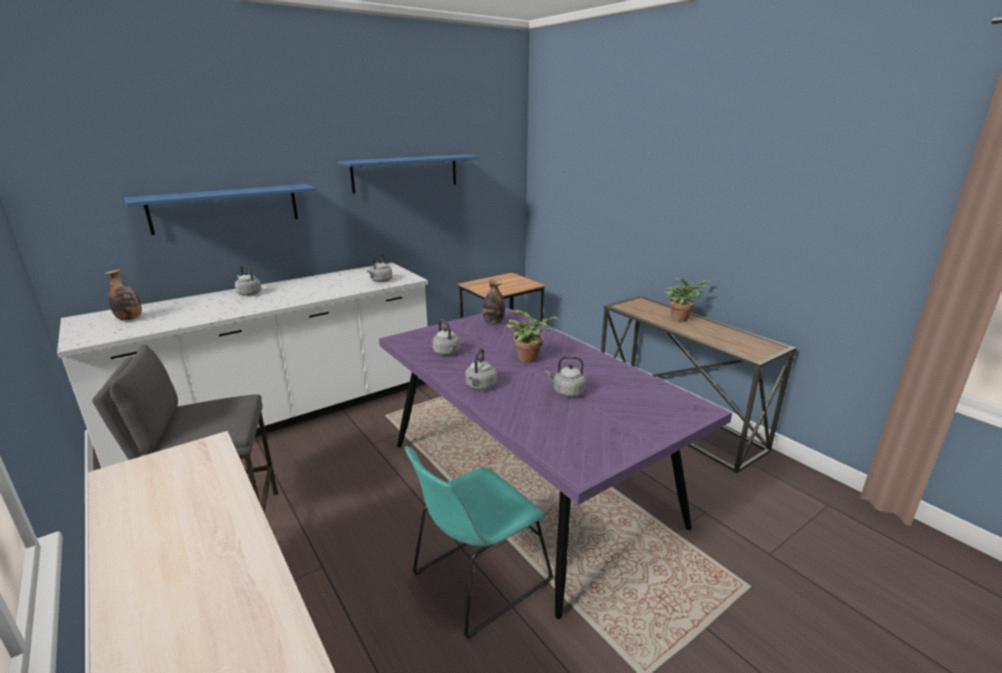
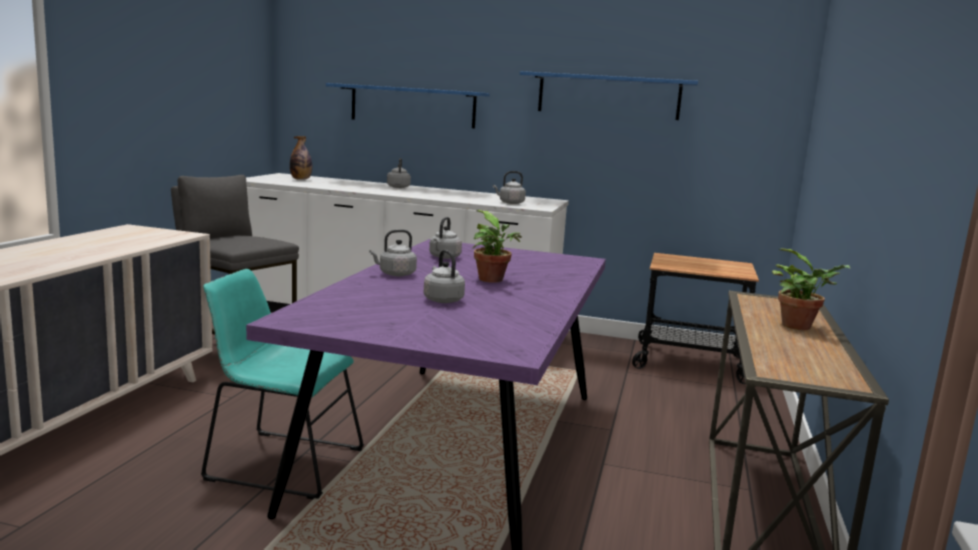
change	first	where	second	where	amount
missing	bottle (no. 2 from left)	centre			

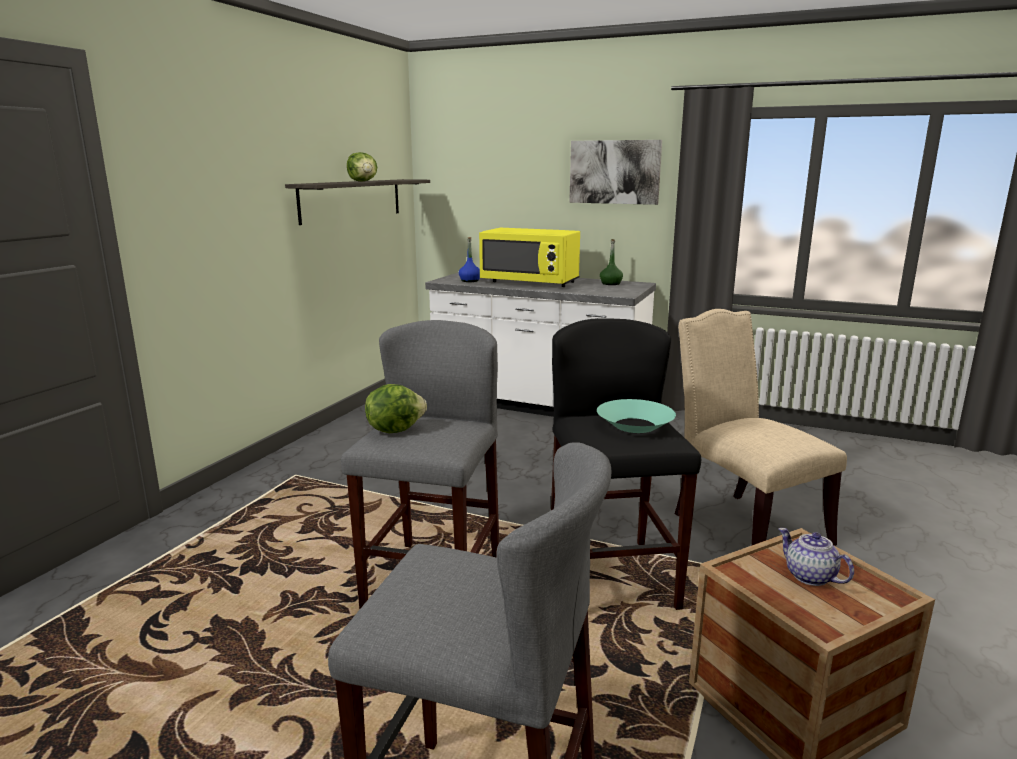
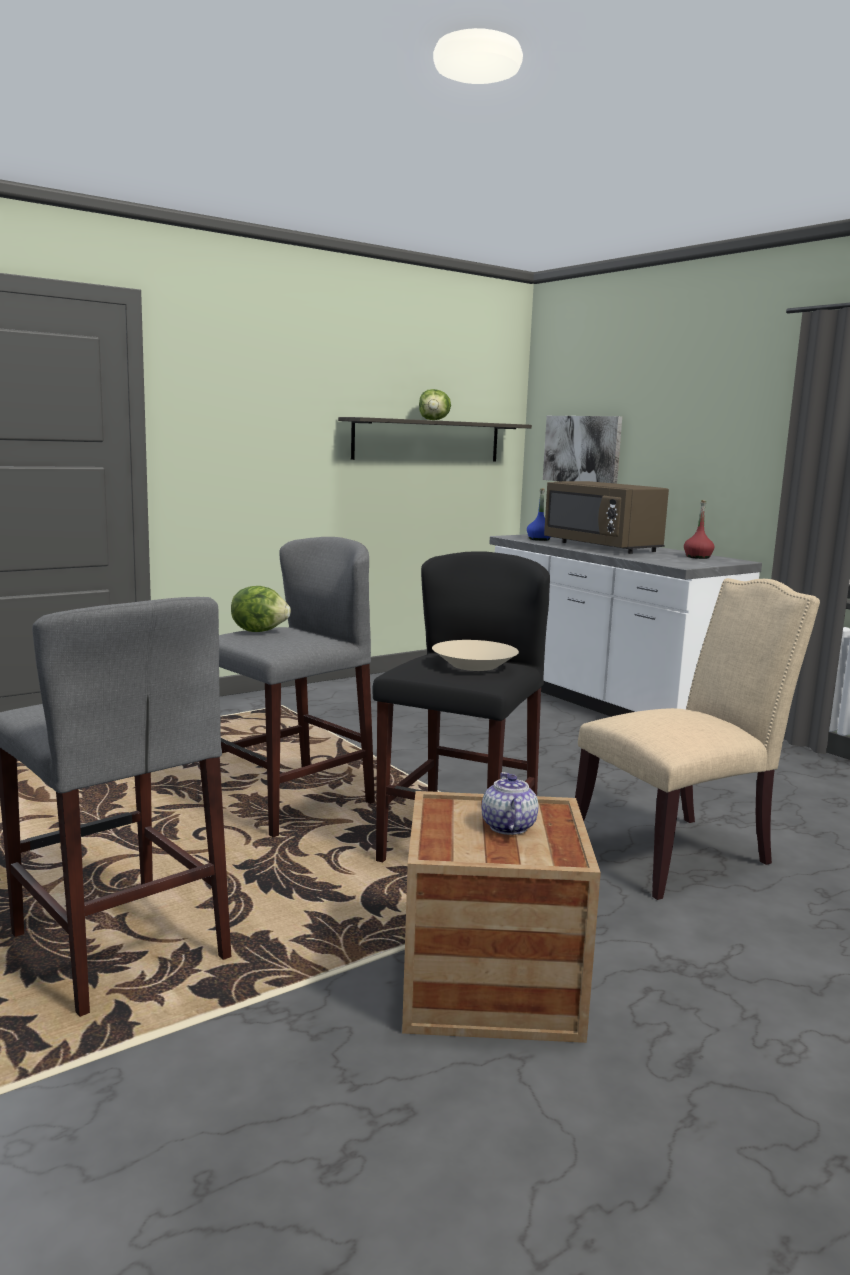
change	first	where	second	where	amount
colour	yellow microwave	centre	brown microwave	middle right	
relocated	picture	top centre		middle right	
colour	turquoise bowl	centre	beige bowl	centre	
colour	green bottle	centre	red bottle	middle right	
spun	beige chair	middle right		middle right	60 degrees clockwise

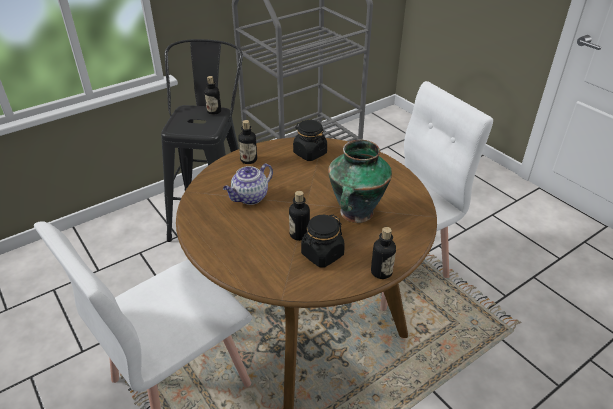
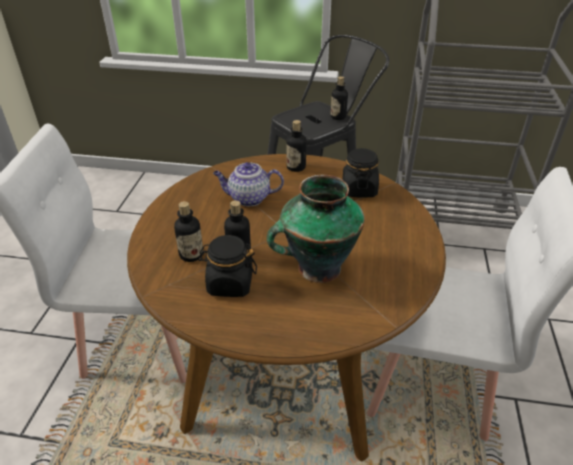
change	first	where	second	where	amount
relocated	bottle (no. 4 from left in the first image)	centre	bottle (no. 1 from left)	middle left	

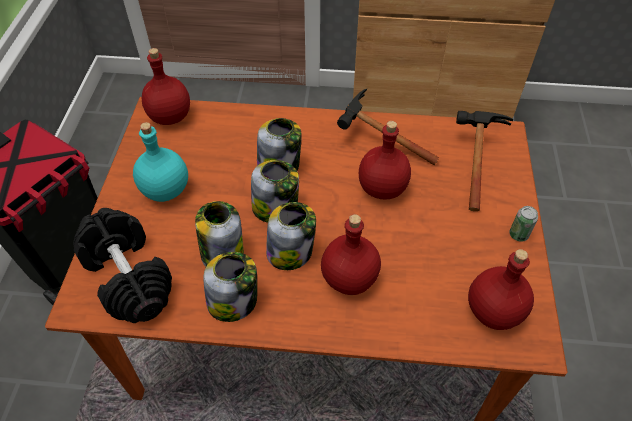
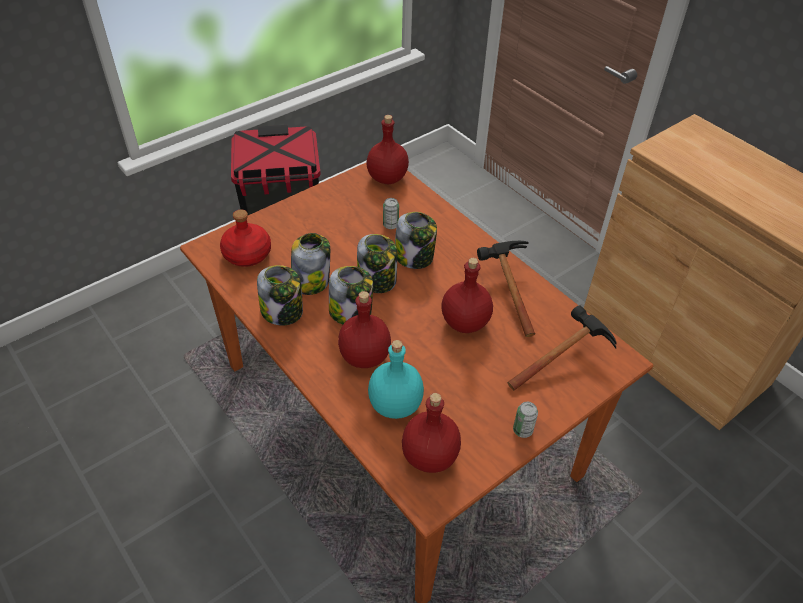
change	first	where	second	where	amount
exchanged	black dumbbell	middle left	red bottle (no. 1 from left)	middle left	
relocated	turquoise bottle	middle left		centre	
appeared			can (no. 1 from left)	centre	

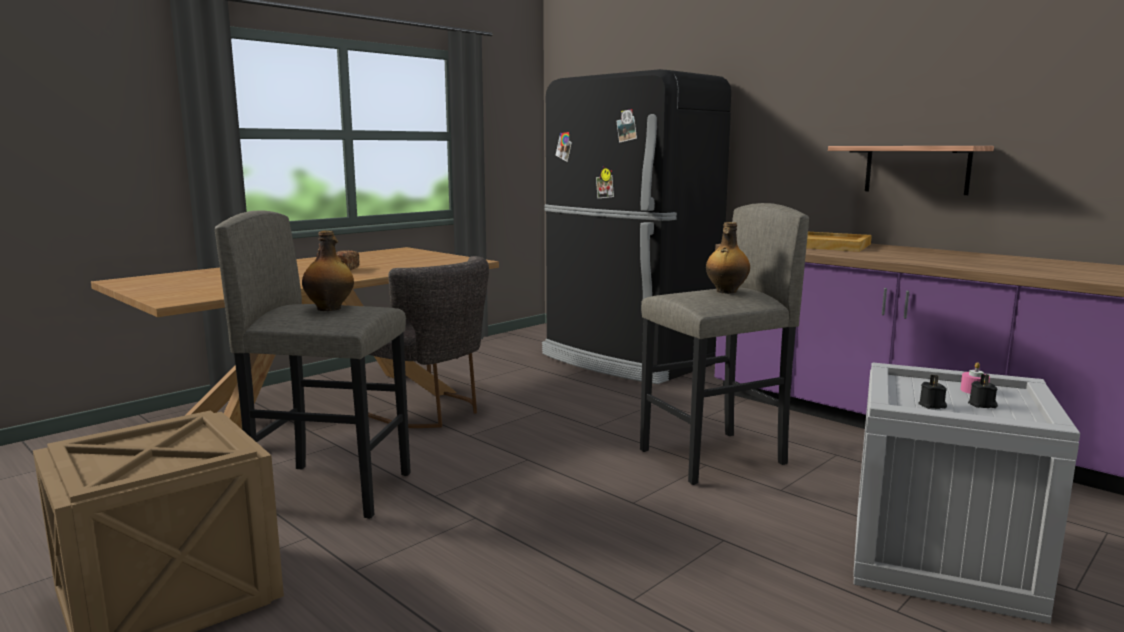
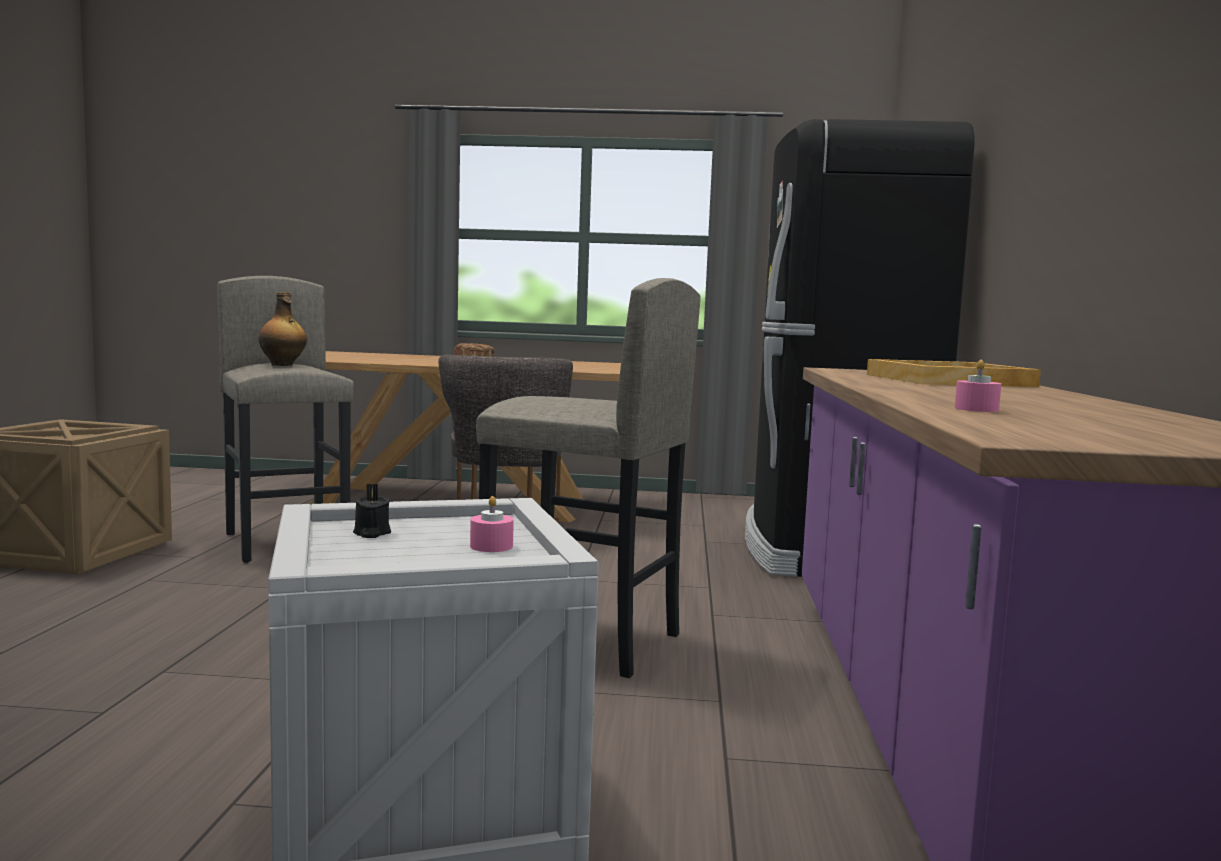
change	first	where	second	where	amount
missing	bottle (no. 2 from left)	centre			
missing	shelf	top right			
missing	black candle (no. 2 from left)	middle right			
appeared			pink candle (no. 2 from left)	middle right	

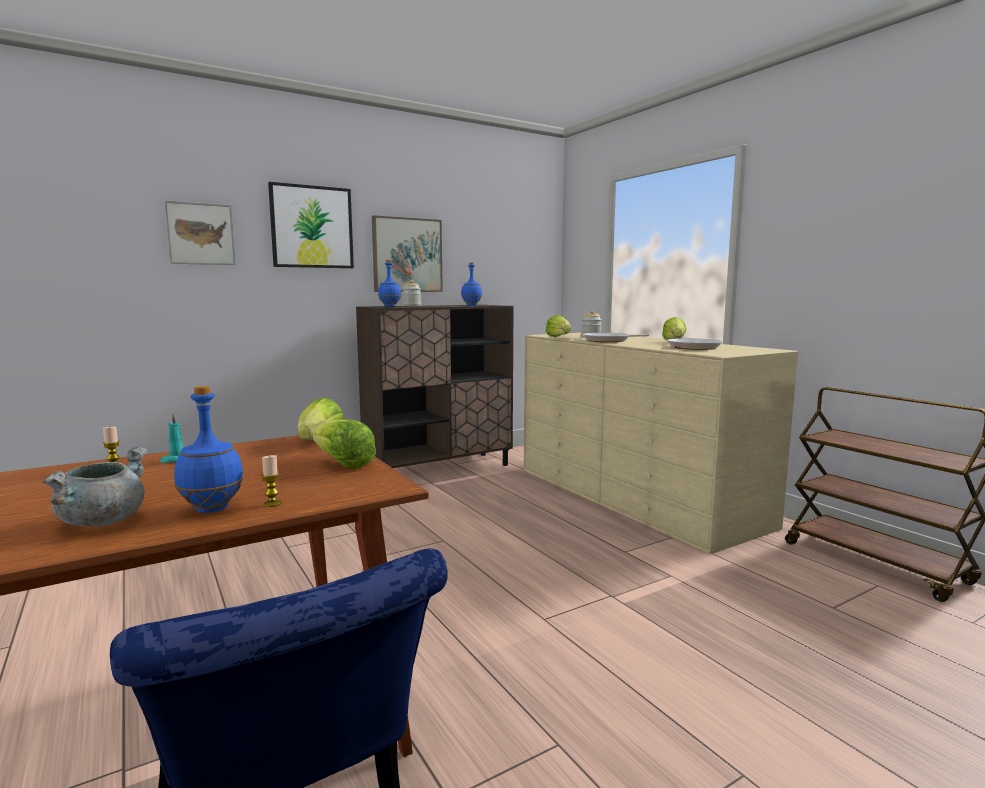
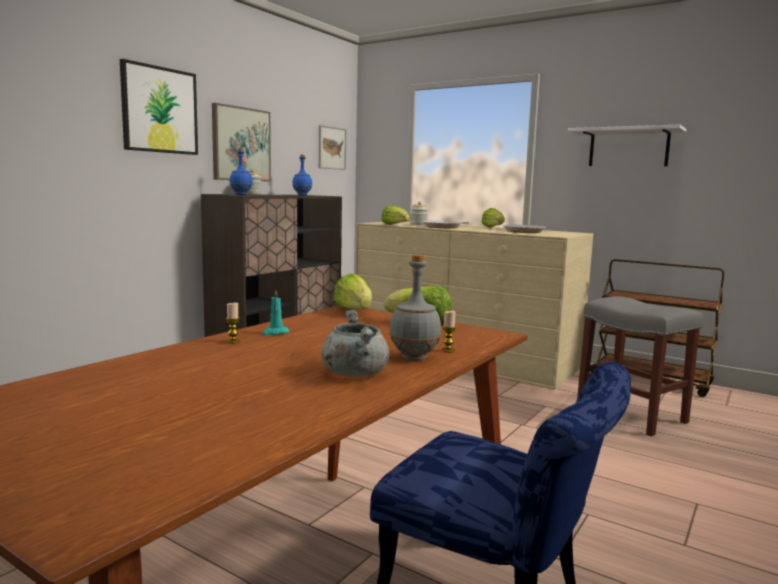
change	first	where	second	where	amount
relocated	picture (no. 1 from left in the first image)	top left	picture (no. 3 from left)	top centre	
colour	blue bottle (no. 1 from left)	middle left	grey bottle	centre	
appeared			white shelf	top right	
appeared			grey stool	middle right	

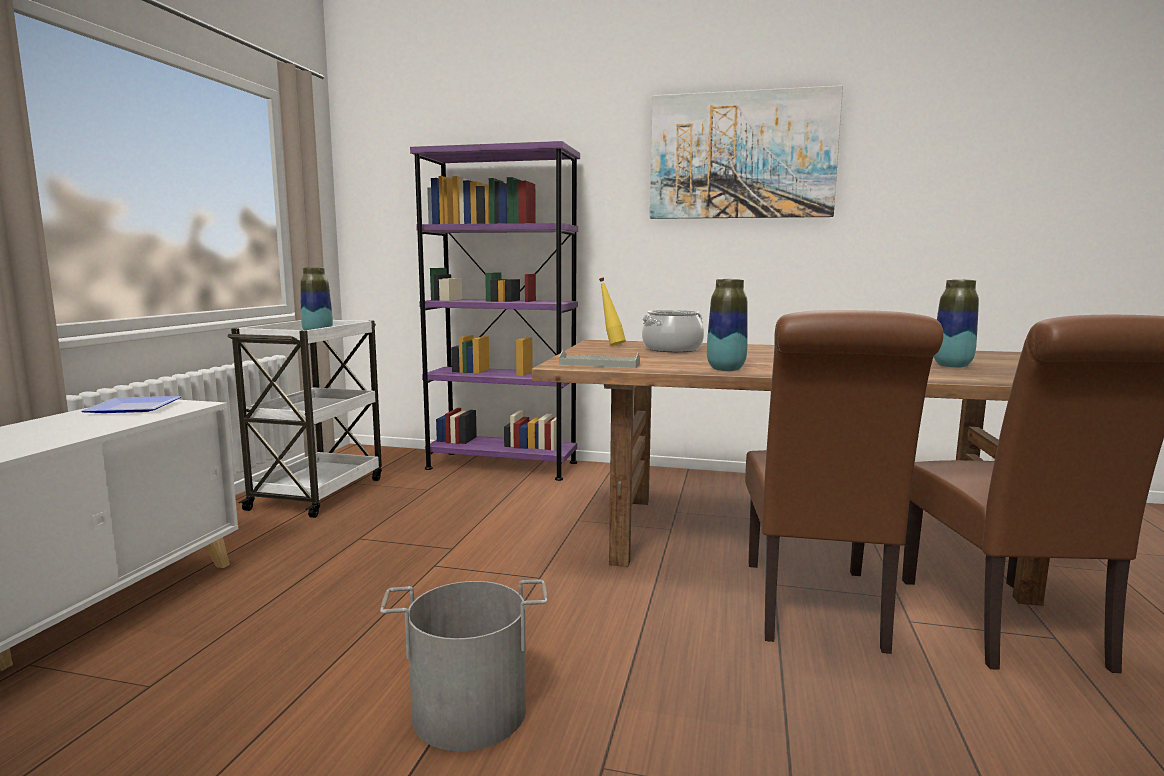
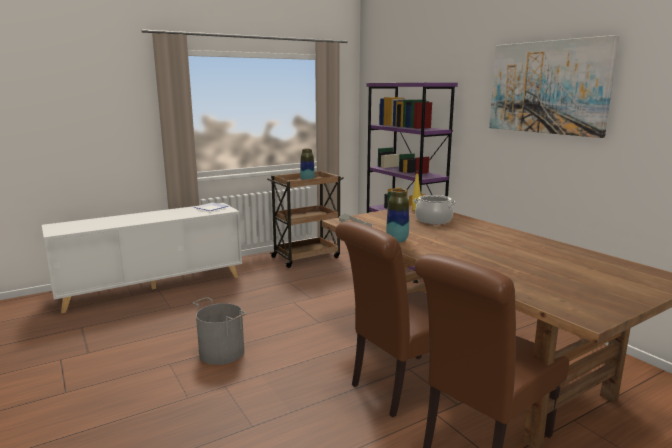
change	first	where	second	where	amount
colour	white cart	middle left	brown cart	centre	
missing	vase (no. 3 from left)	middle right			

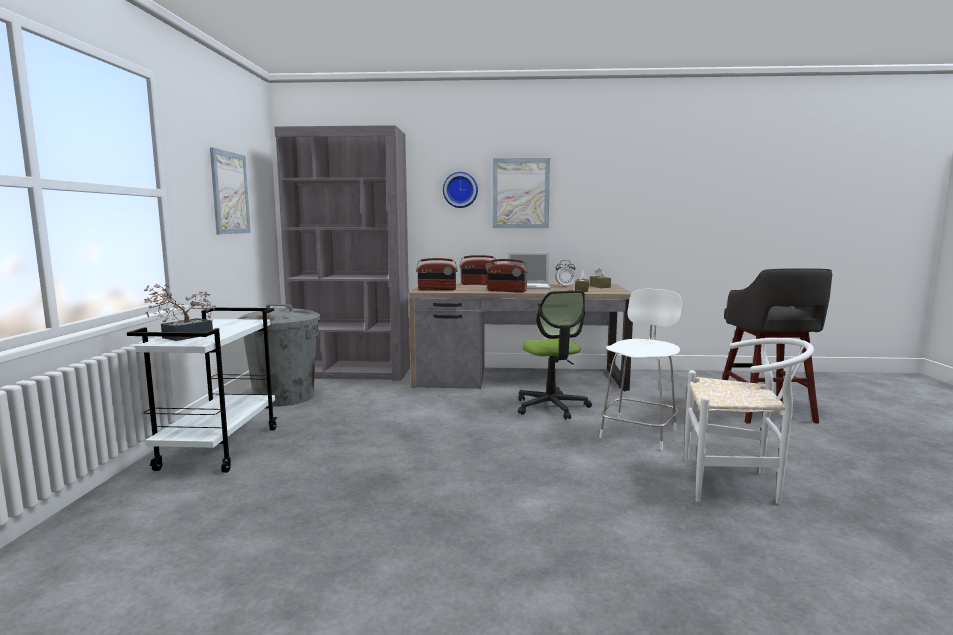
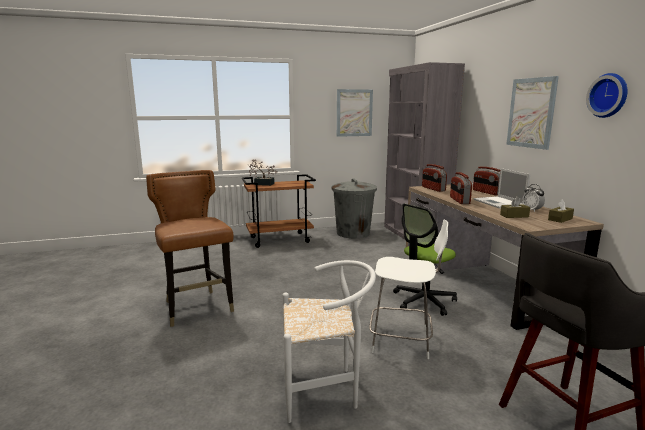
change	first	where	second	where	amount
colour	white cart	middle left	brown cart	centre	
relocated	wall clock	top centre		top right	
spun	white chair (no. 2 from left in the first image)	middle right	white chair (no. 1 from left)	bottom centre	90 degrees counterclockwise
appeared			brown chair	middle left	

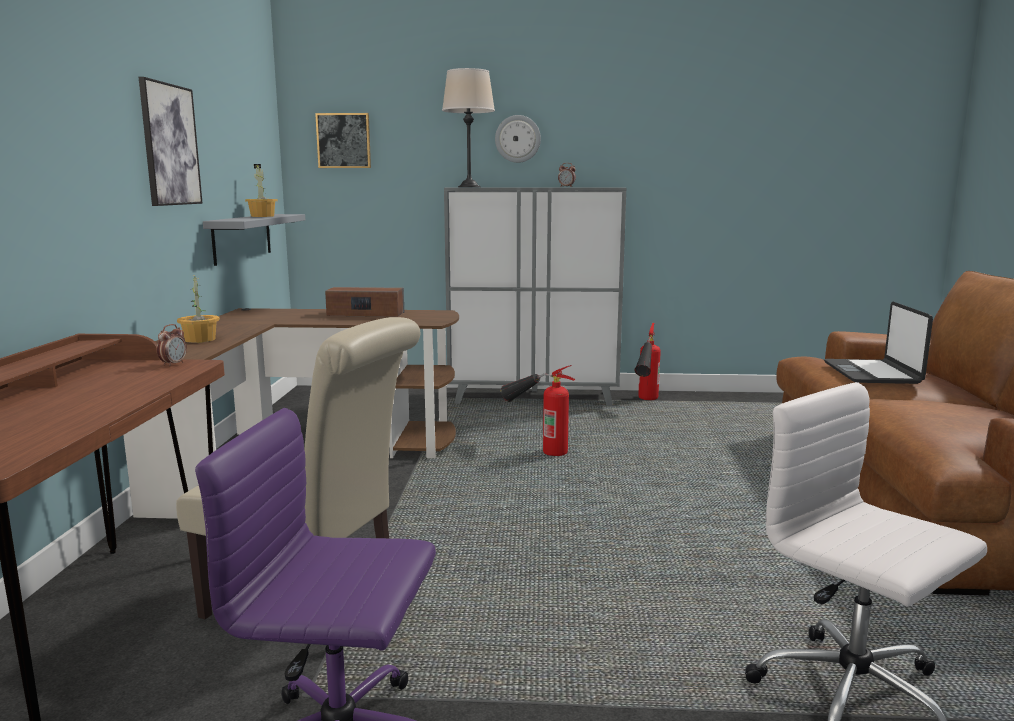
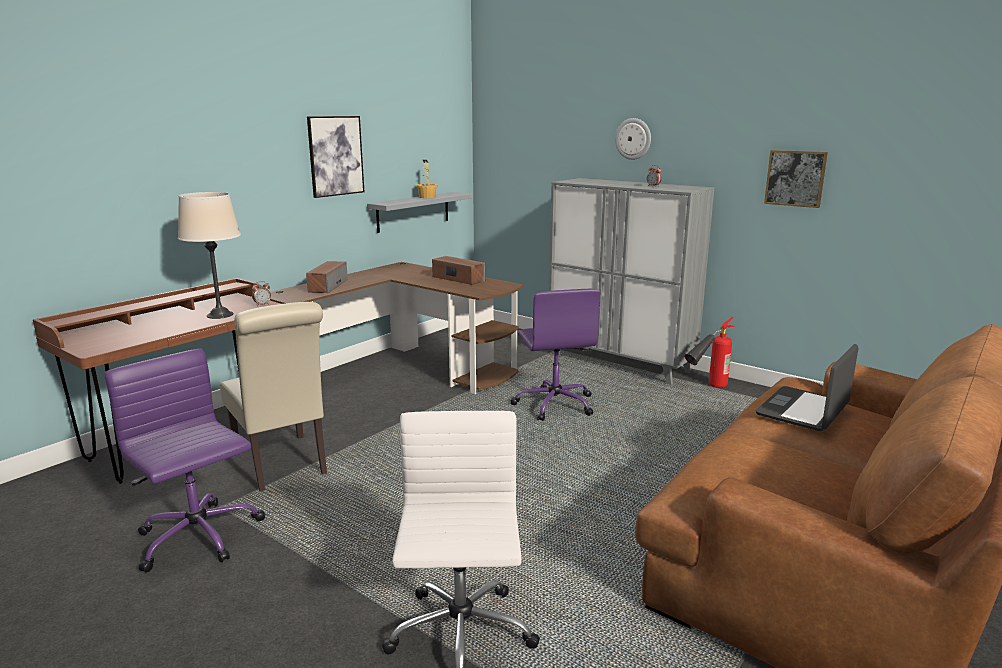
change	first	where	second	where	amount
exchanged	potted plant (no. 1 from left)	middle left	speaker (no. 1 from left)	middle left	
relocated	picture (no. 2 from left)	top centre		top right	
relocated	beige table lamp	top centre		middle left	
exchanged	fire extinguisher (no. 1 from left)	centre	purple office chair (no. 2 from left)	centre	

